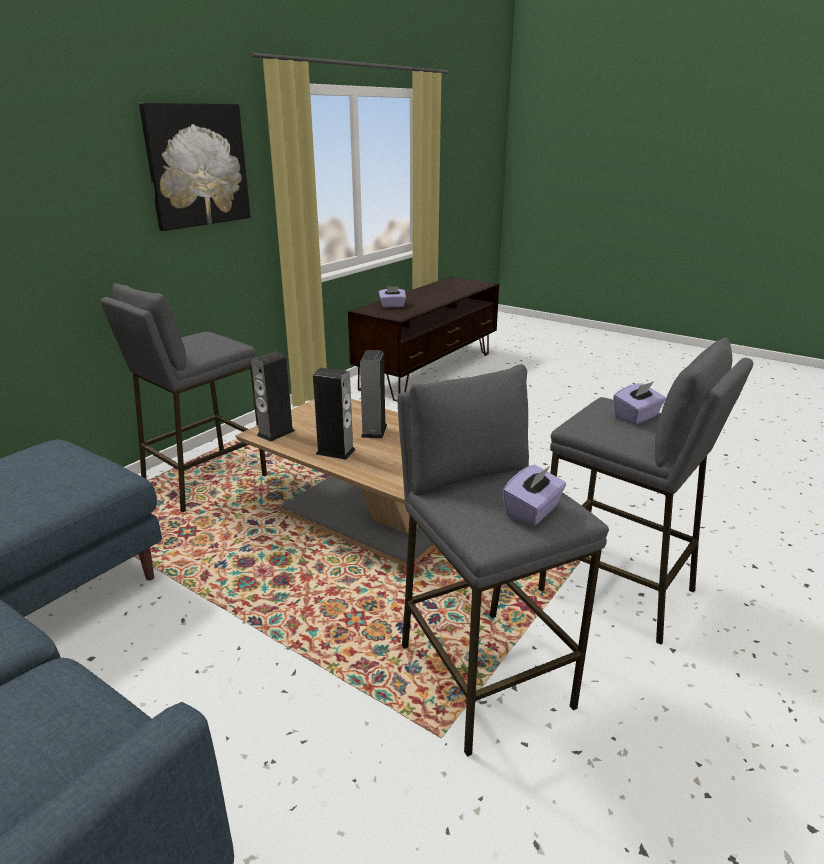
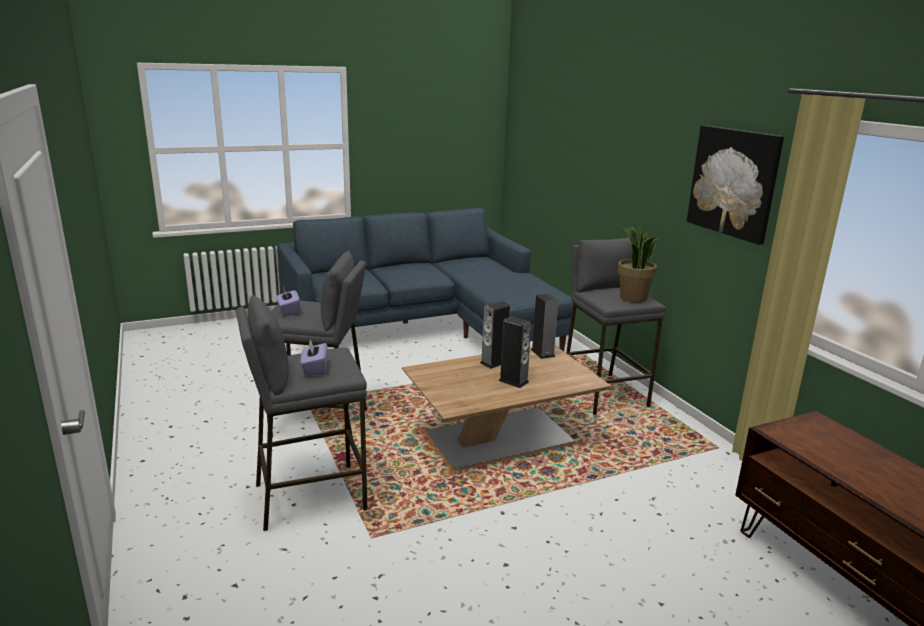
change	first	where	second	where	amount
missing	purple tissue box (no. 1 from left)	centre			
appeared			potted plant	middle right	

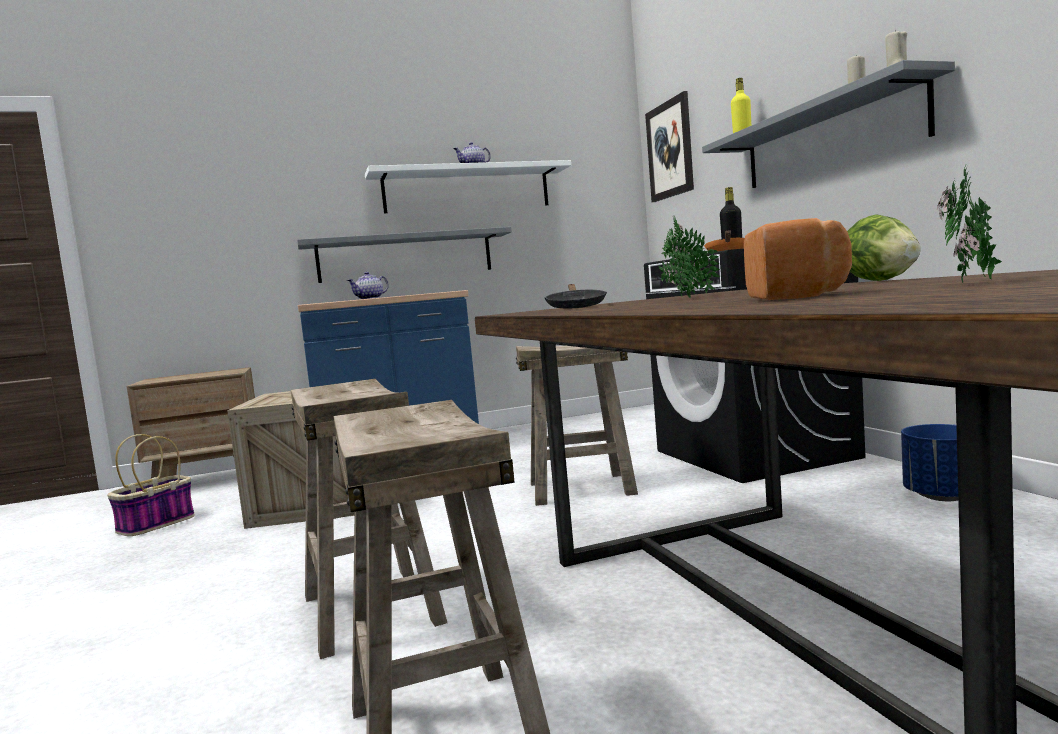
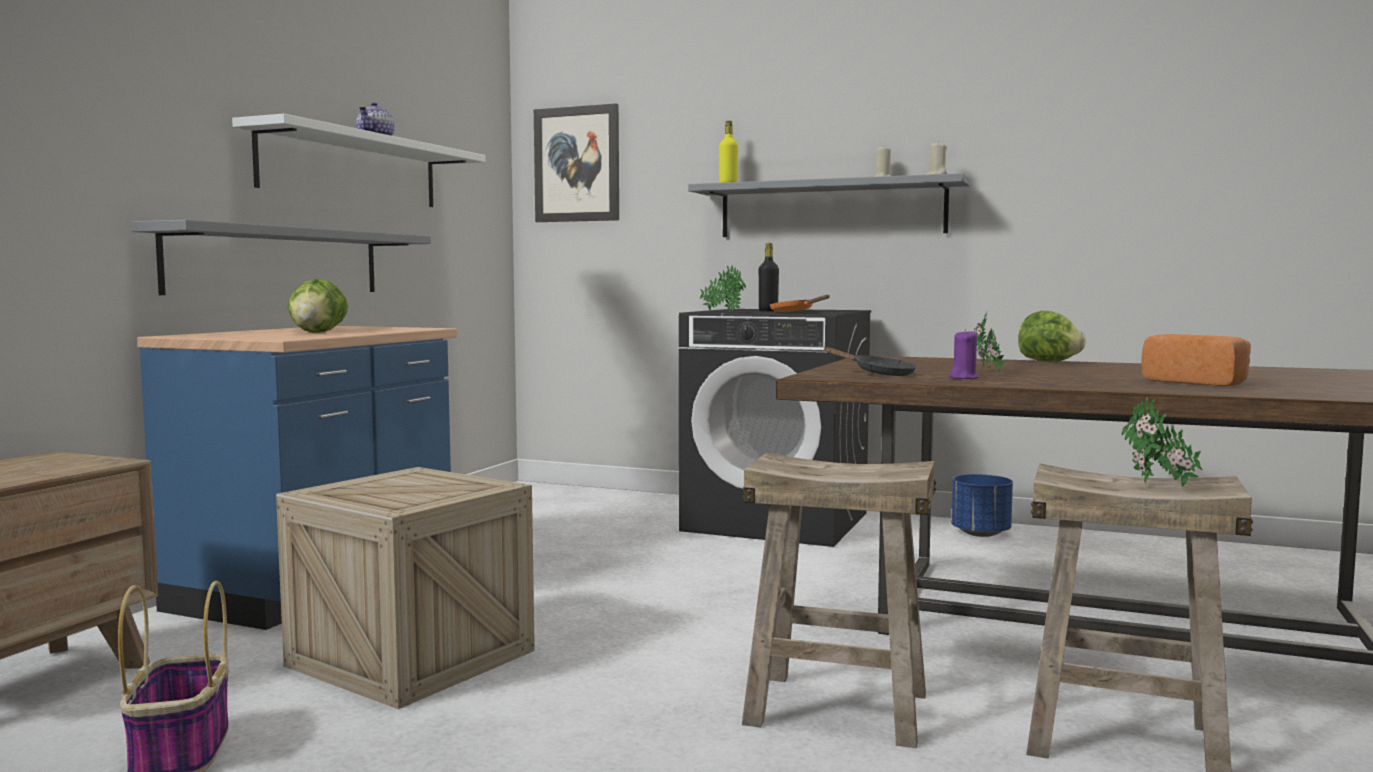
change	first	where	second	where	amount
exchanged	teapot (no. 1 from left)	centre	lettuce (no. 1 from left)	middle left	
missing	beige stool (no. 3 from left)	centre			
relocated	potted plant (no. 3 from left)	top right		middle right	
appeared			purple candle	middle right	

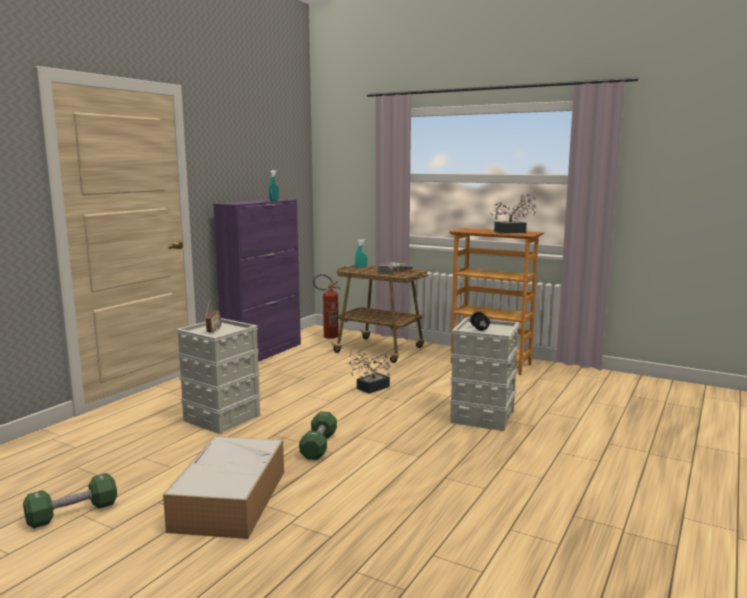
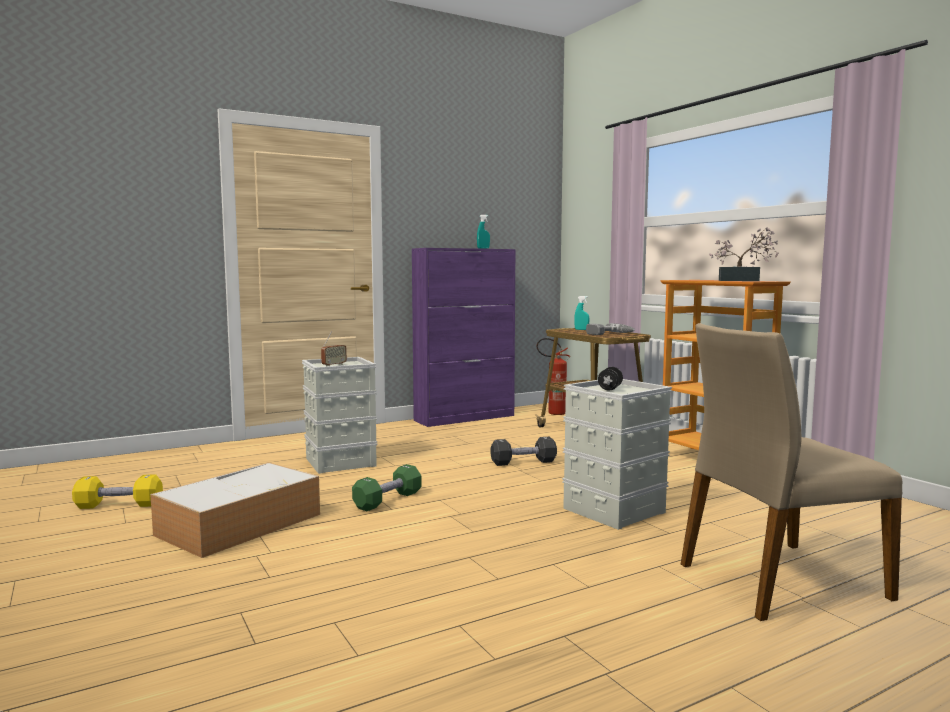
change	first	where	second	where	amount
colour	green dumbbell (no. 1 from left)	bottom left	yellow dumbbell	bottom left	
exchanged	potted plant (no. 1 from left)	centre	black dumbbell (no. 1 from left)	centre	
appeared			beige chair	middle right	

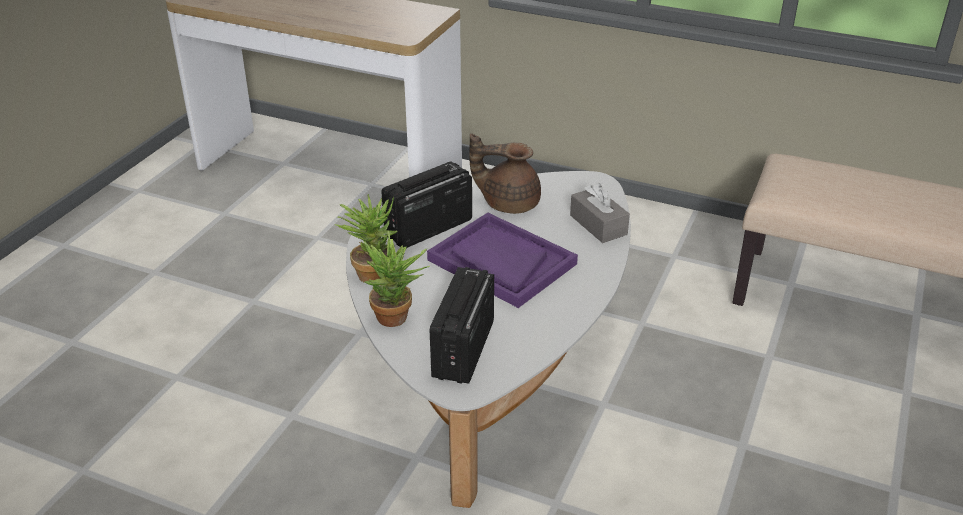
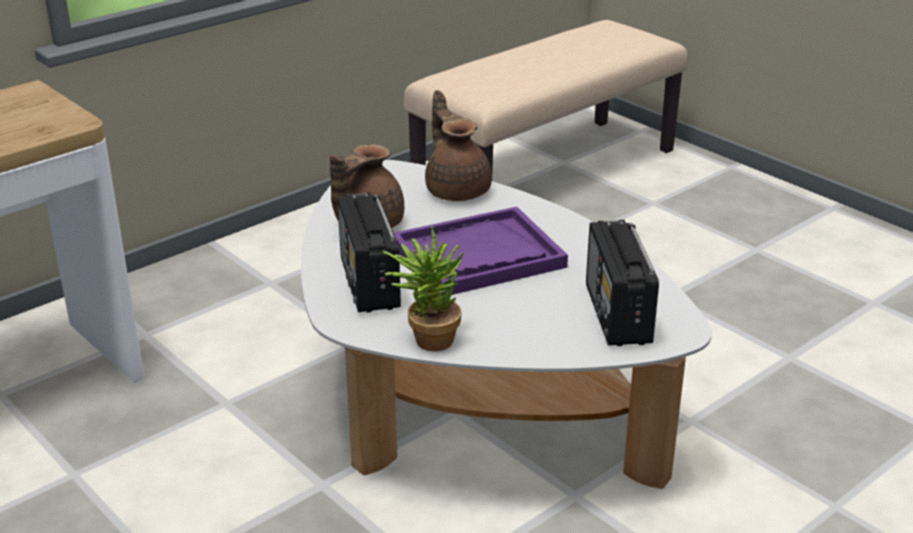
change	first	where	second	where	amount
missing	potted plant (no. 2 from left)	centre			
spun	radio (no. 2 from left)	centre		middle right	45 degrees clockwise
exchanged	grey tissue box	centre	brown teapot (no. 2 from left)	top centre	

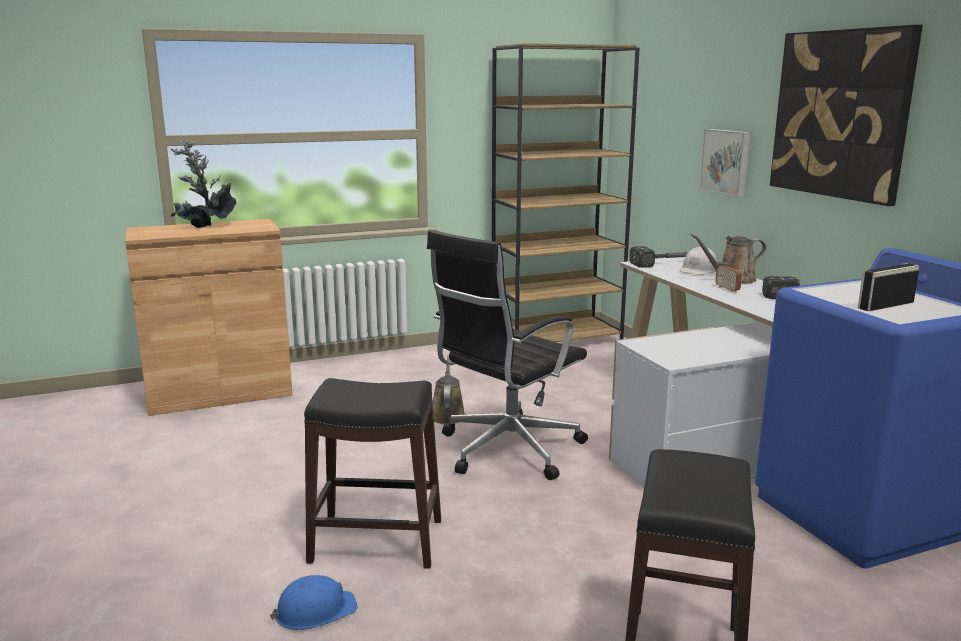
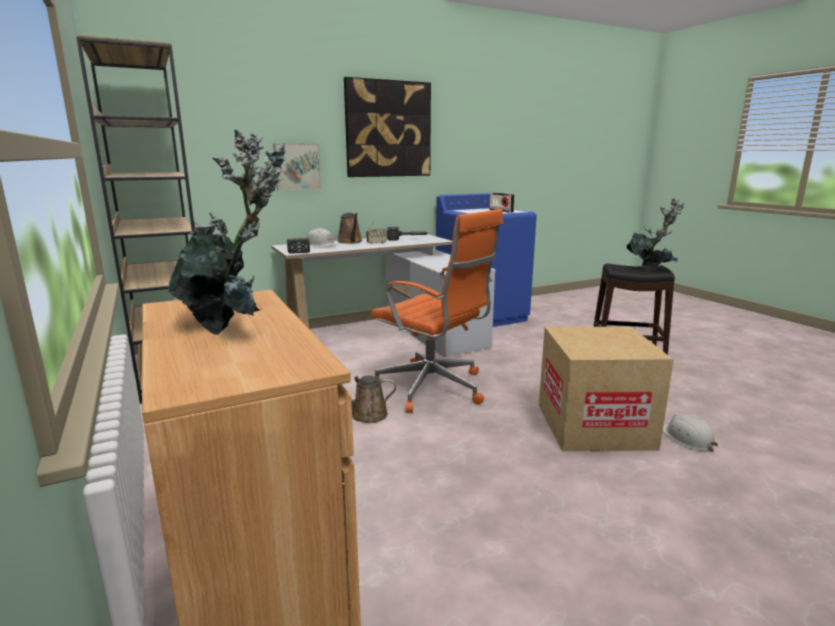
change	first	where	second	where	amount
colour	blue hard hat	bottom left	white hard hat (no. 2 from left)	bottom right	
exchanged	black stool (no. 1 from left)	bottom centre	cardboard box	middle right	
colour	black office chair	centre	orange office chair	centre	
appeared			potted plant (no. 2 from left)	middle right	

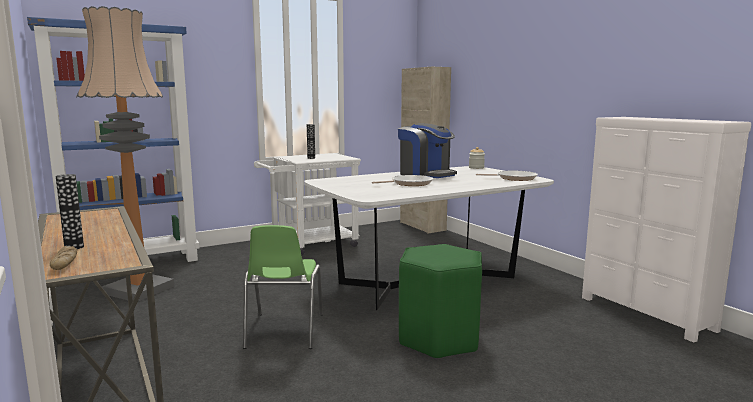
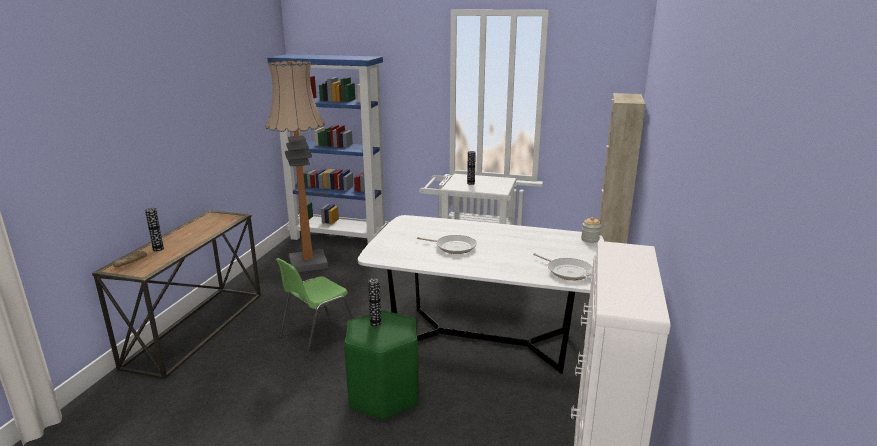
change	first	where	second	where	amount
missing	coffee machine	centre			
appeared			vase (no. 2 from left)	bottom centre	

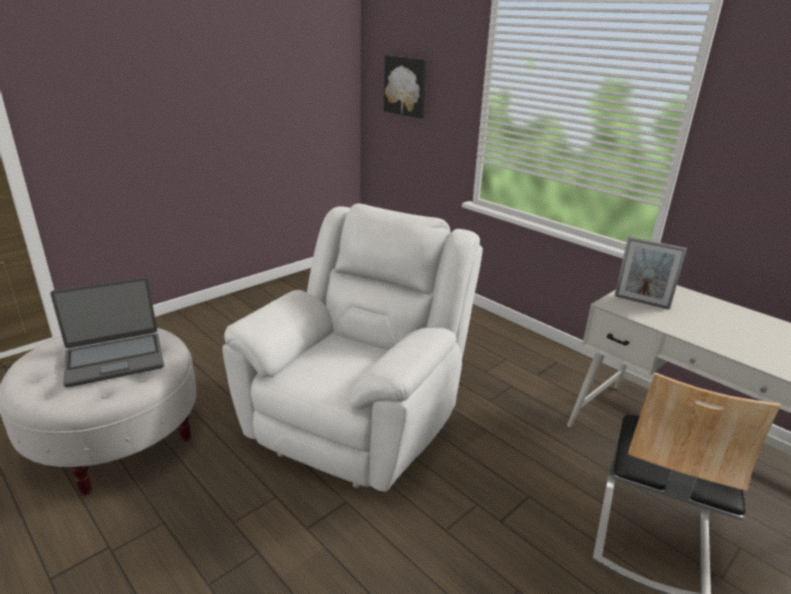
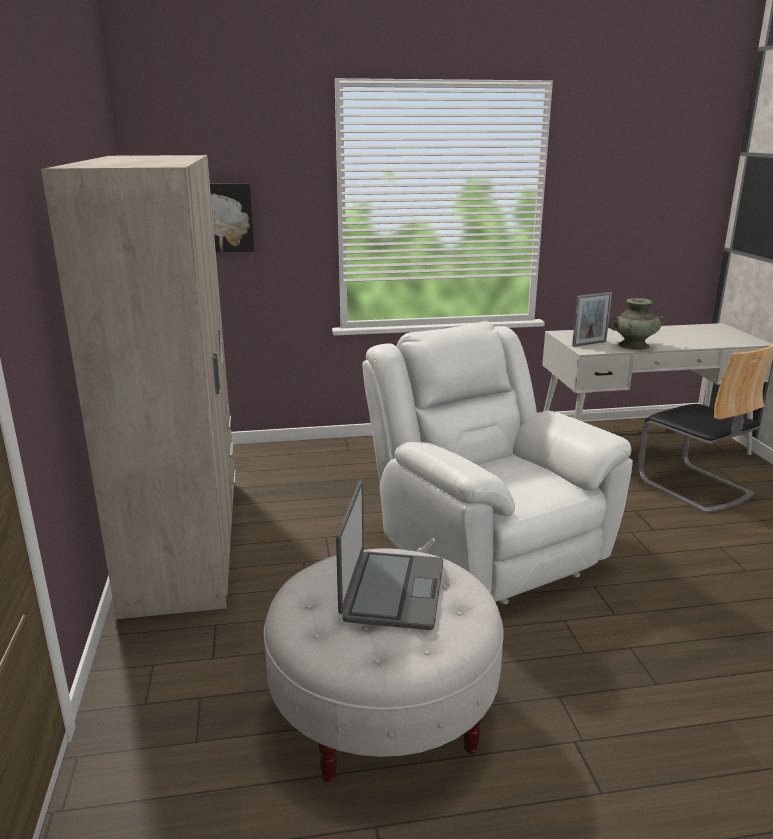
change	first	where	second	where	amount
appeared			beige wardrobe	middle left	
appeared			turquoise vase	middle right	

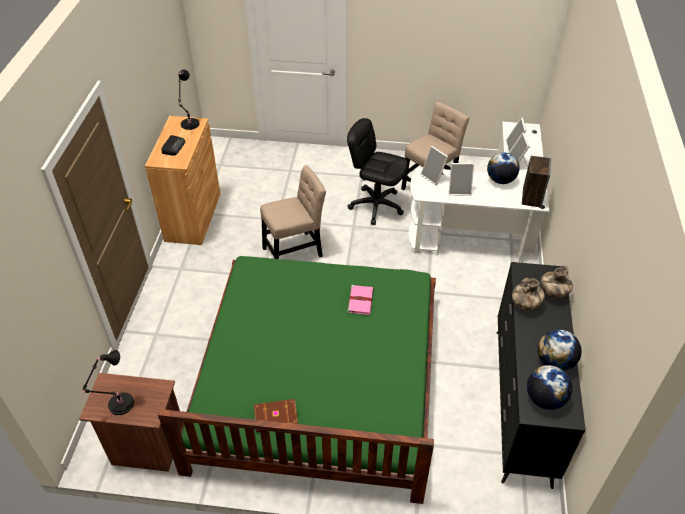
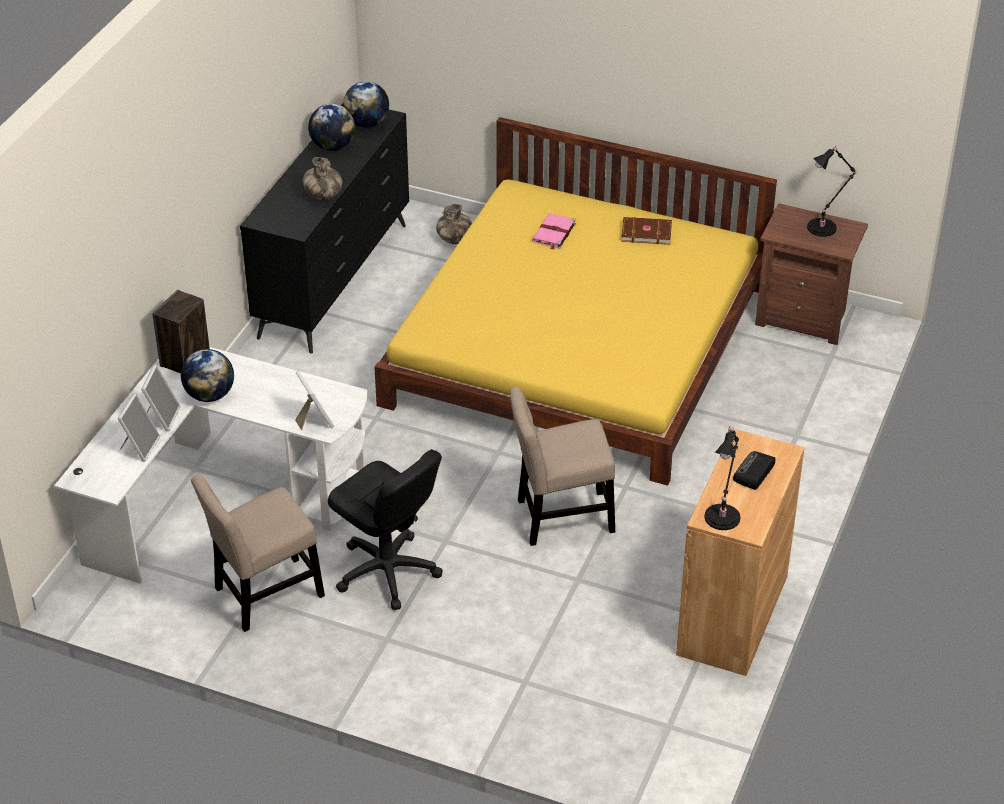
change	first	where	second	where	amount
colour	green bed	bottom centre	yellow bed	centre	
relocated	pink book	centre		top centre	
missing	picture frame (no. 2 from left)	middle right			
relocated	vase (no. 2 from left)	middle right		top centre	

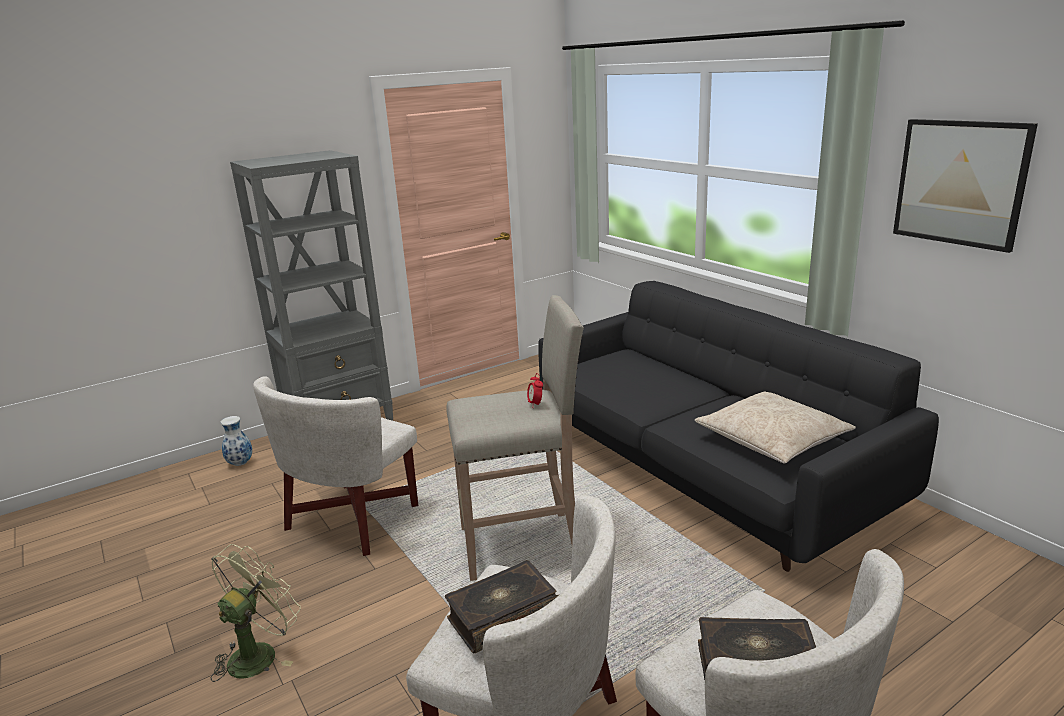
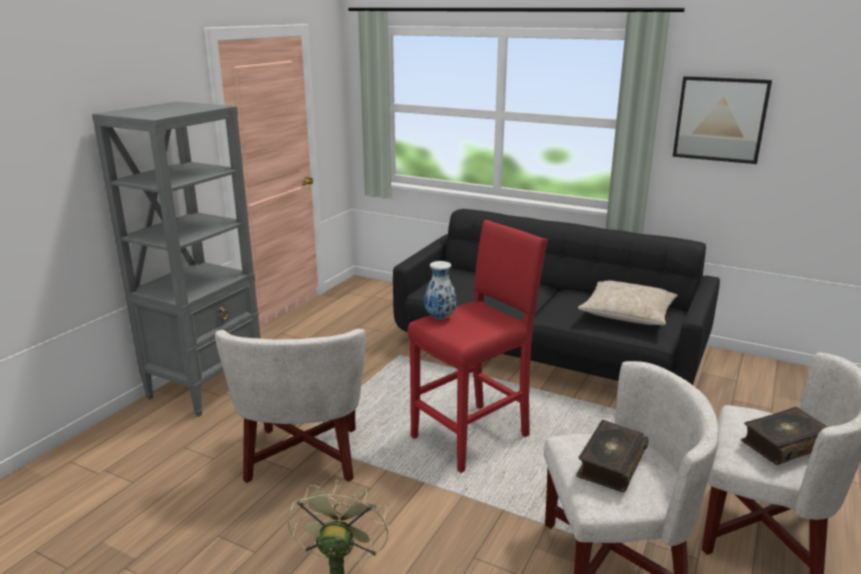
change	first	where	second	where	amount
relocated	vase	middle left		centre	
colour	beige stool	centre	red stool	centre	
missing	alarm clock	centre			

